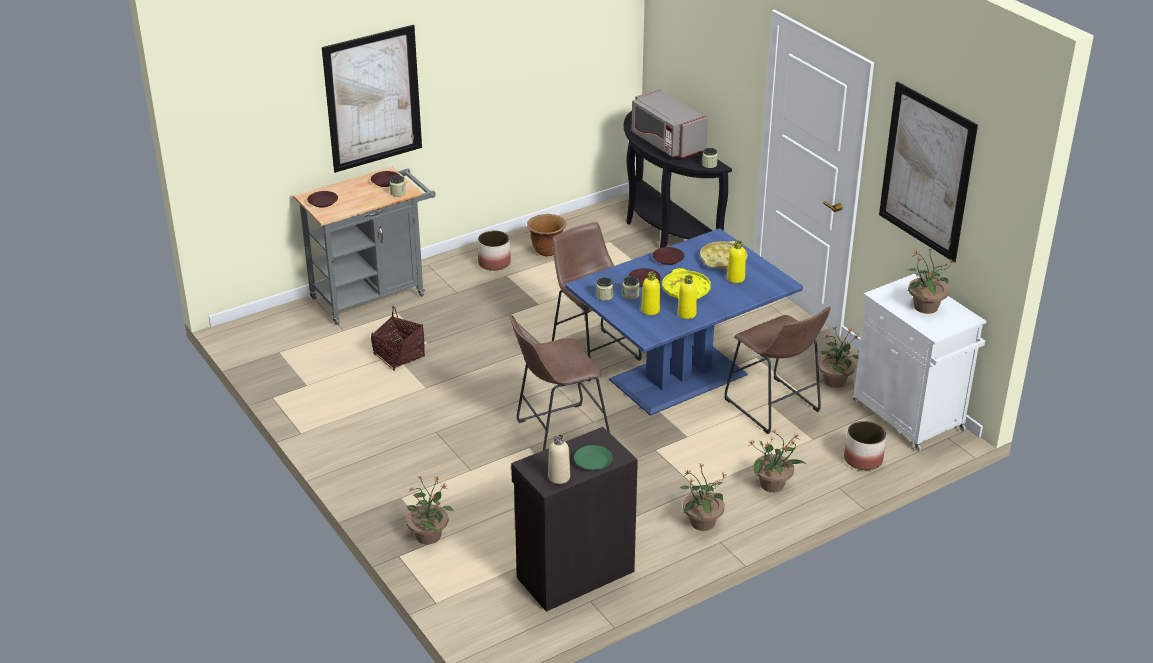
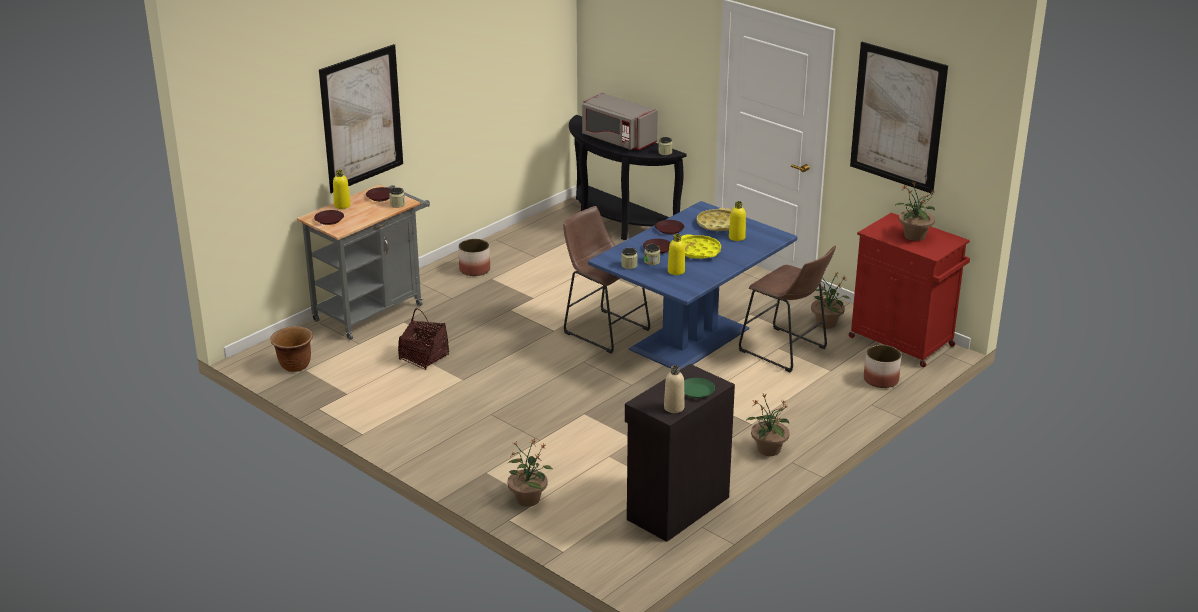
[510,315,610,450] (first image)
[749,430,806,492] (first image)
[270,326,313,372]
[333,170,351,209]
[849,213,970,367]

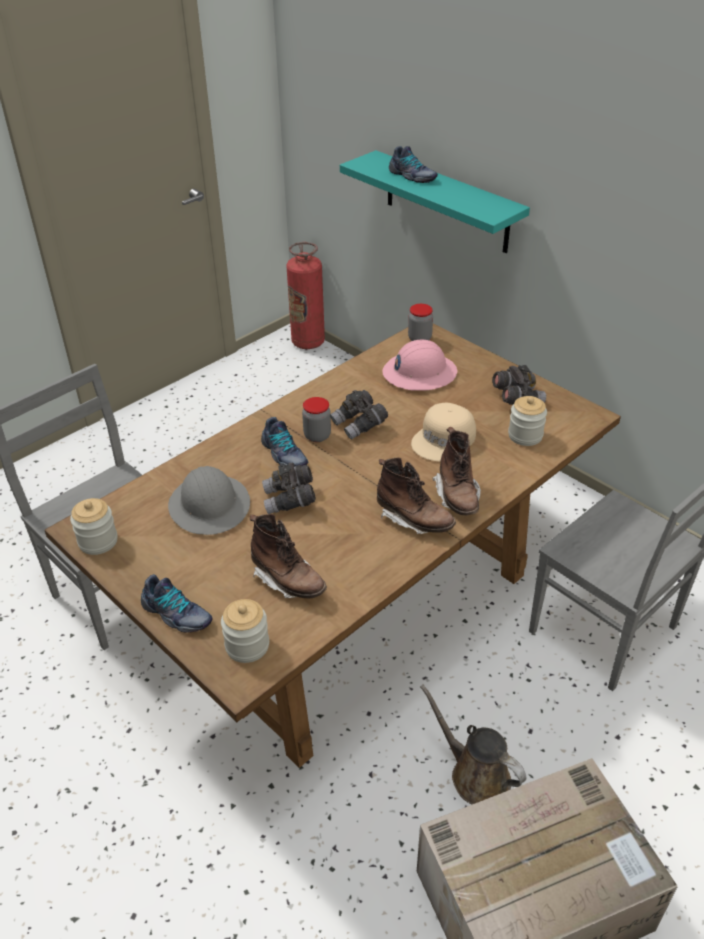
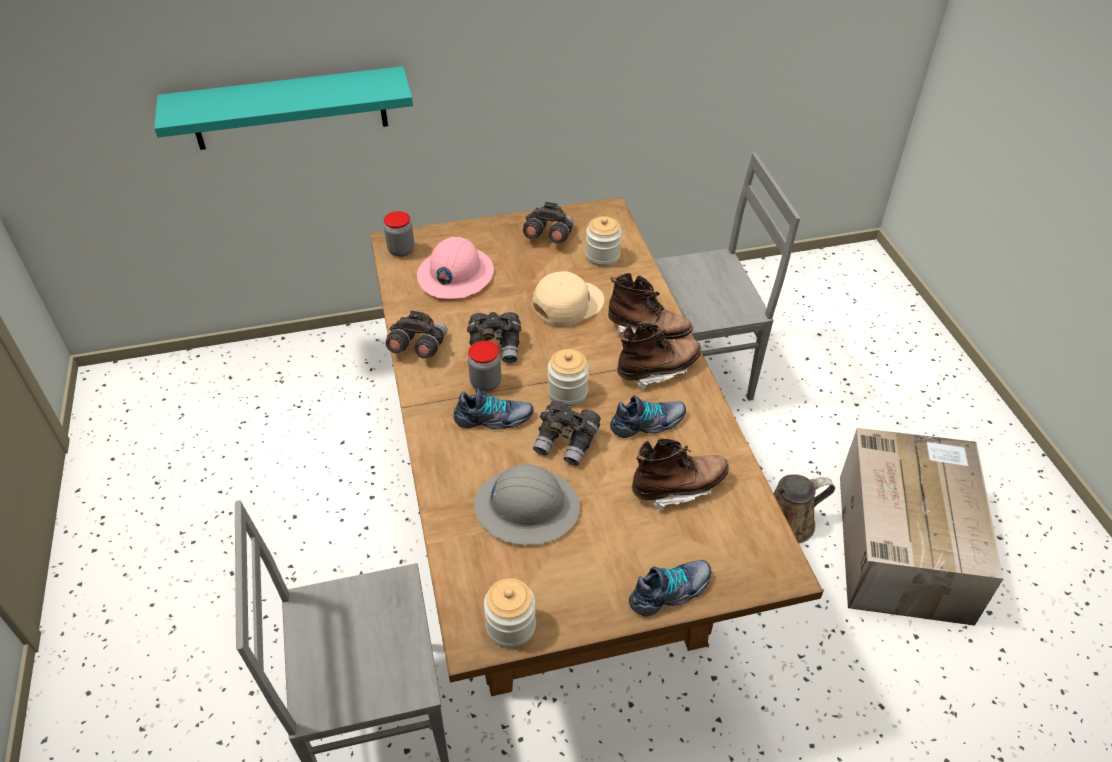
[286,242,325,349] (first image)
[386,311,447,359]
[548,349,589,406]
[610,396,686,438]
[532,271,605,327]

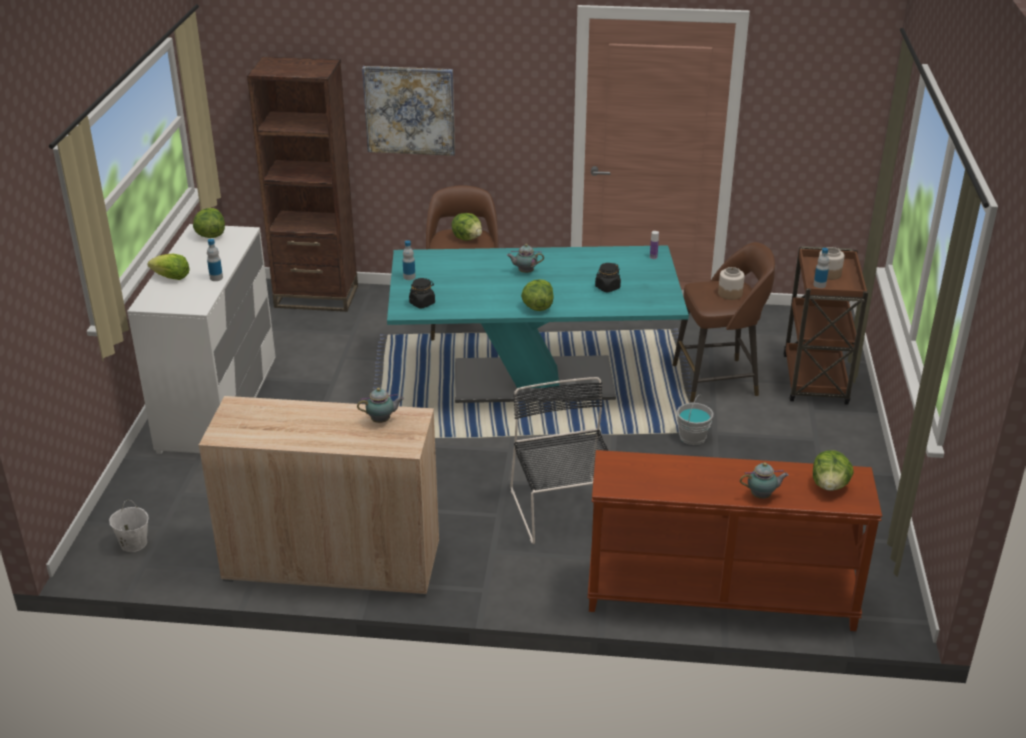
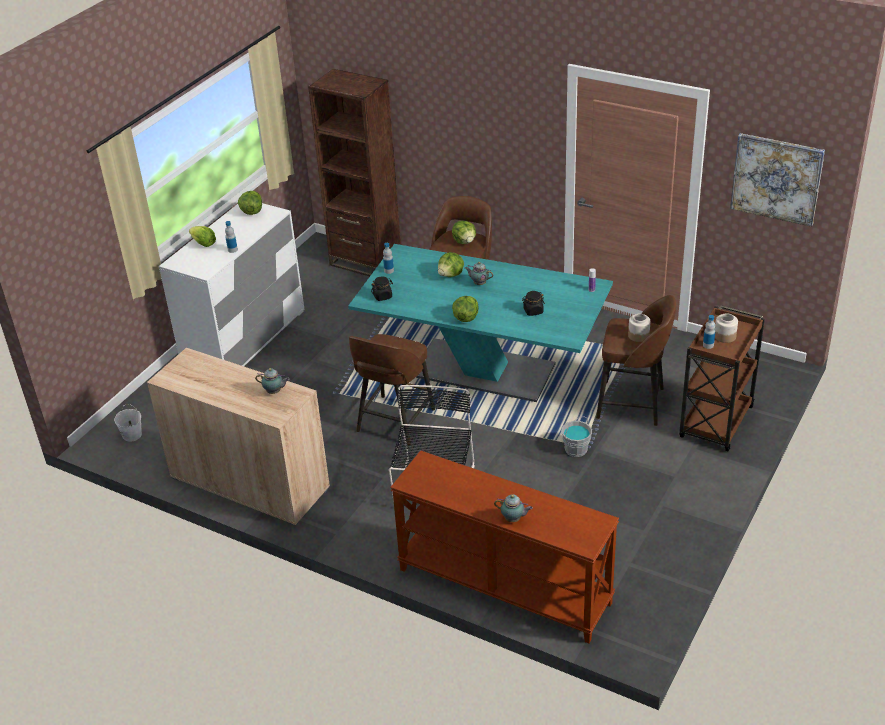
[349,334,435,445]
[730,133,825,227]
[438,252,464,277]

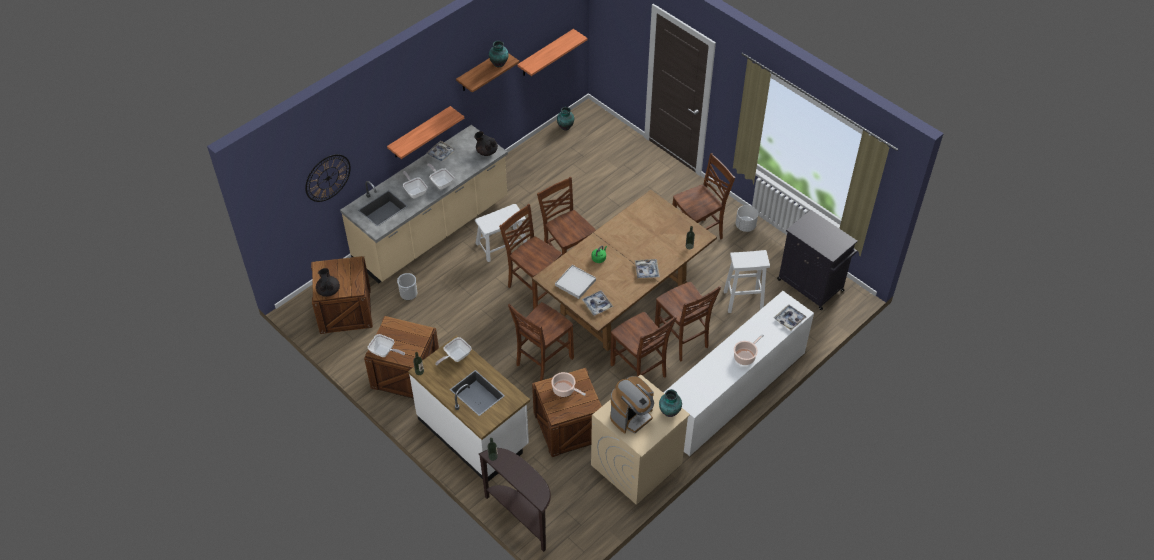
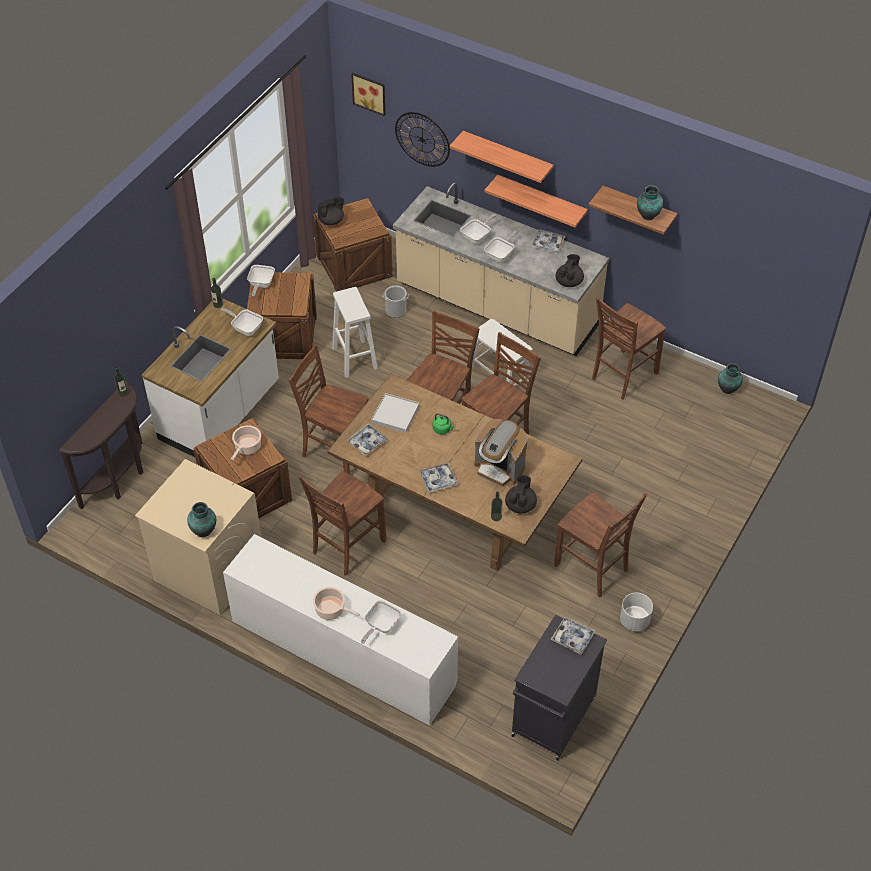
[351,73,385,116]
[361,600,401,644]
[505,475,537,514]
[450,131,554,183]
[474,419,527,487]
[592,297,666,399]
[332,287,378,378]
[550,617,596,655]

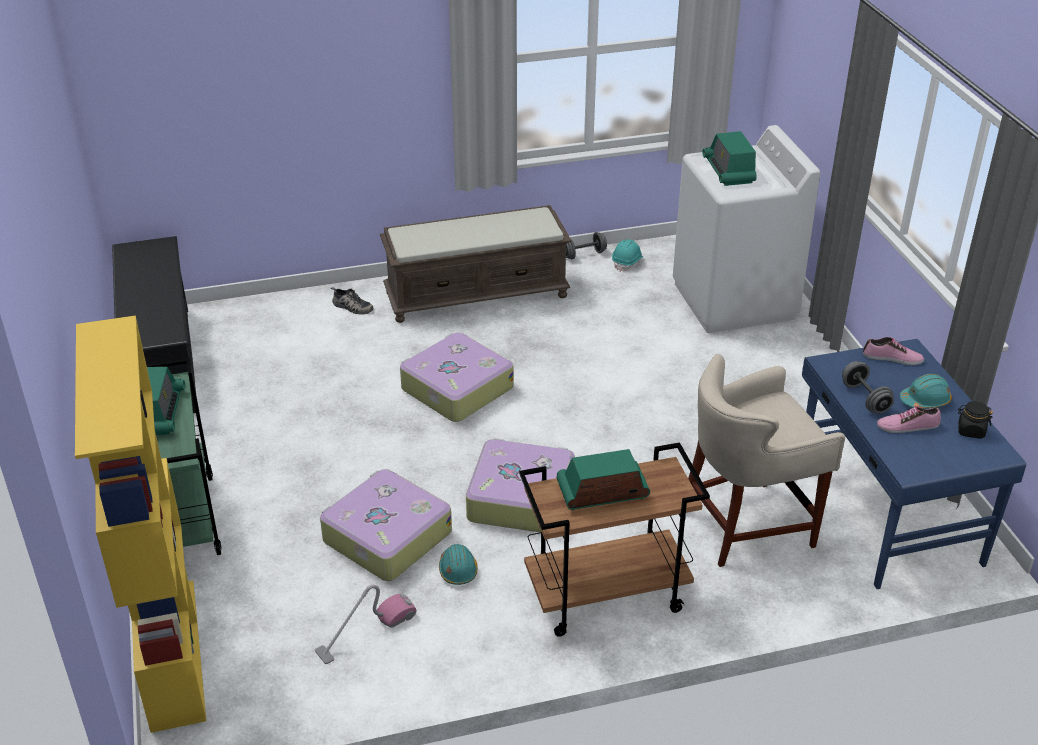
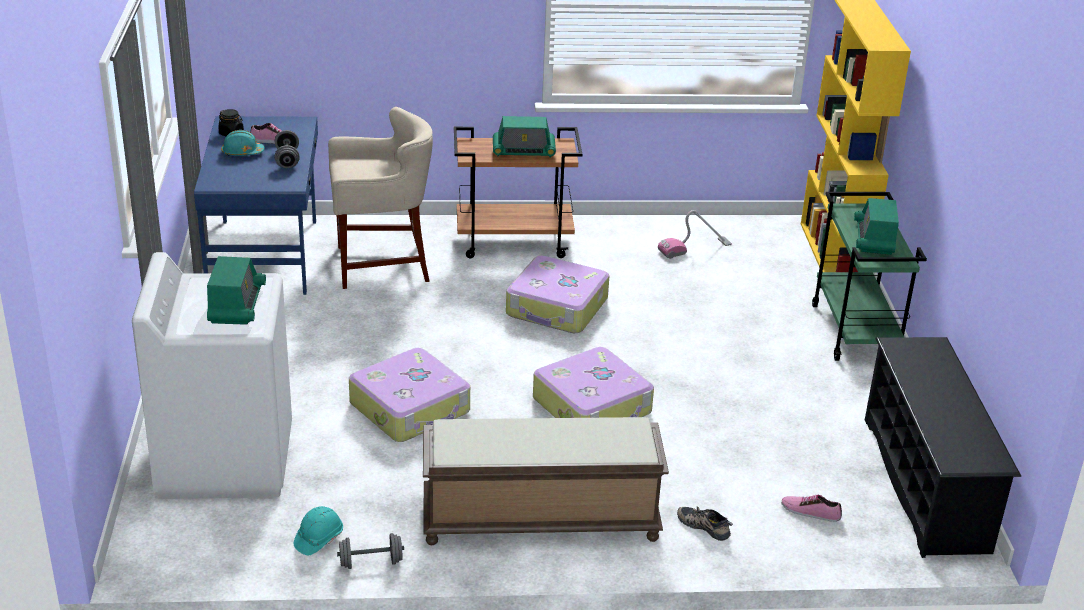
[439,544,478,585] (first image)
[349,348,470,442]
[782,495,842,522]

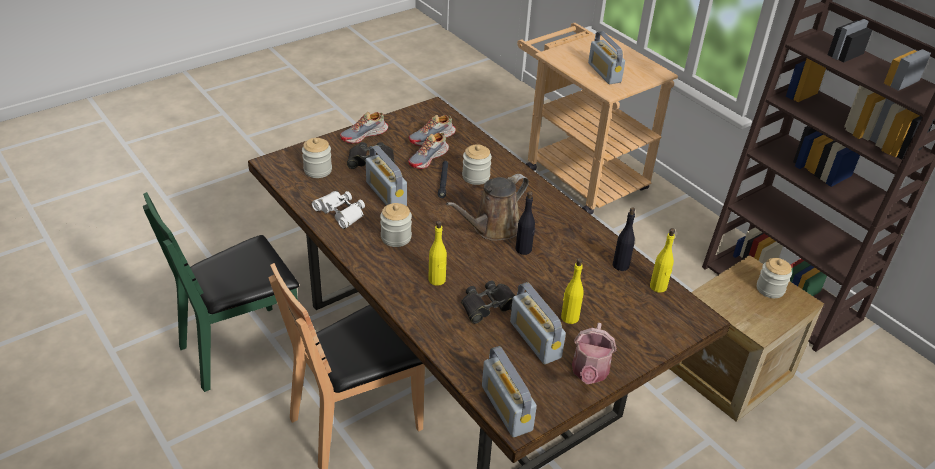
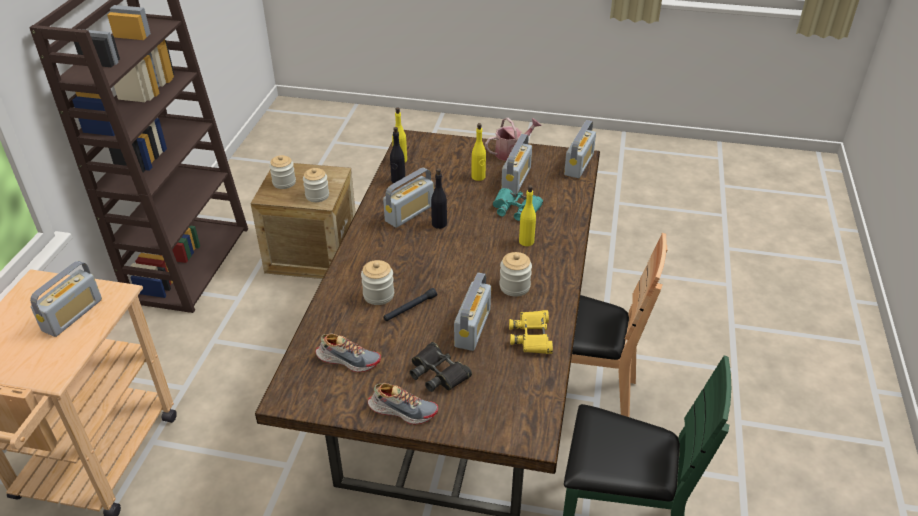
[408,133,449,169] (first image)
[446,174,529,241] (first image)
[383,168,434,228]
[303,168,329,202]
[509,310,553,354]
[493,188,543,221]

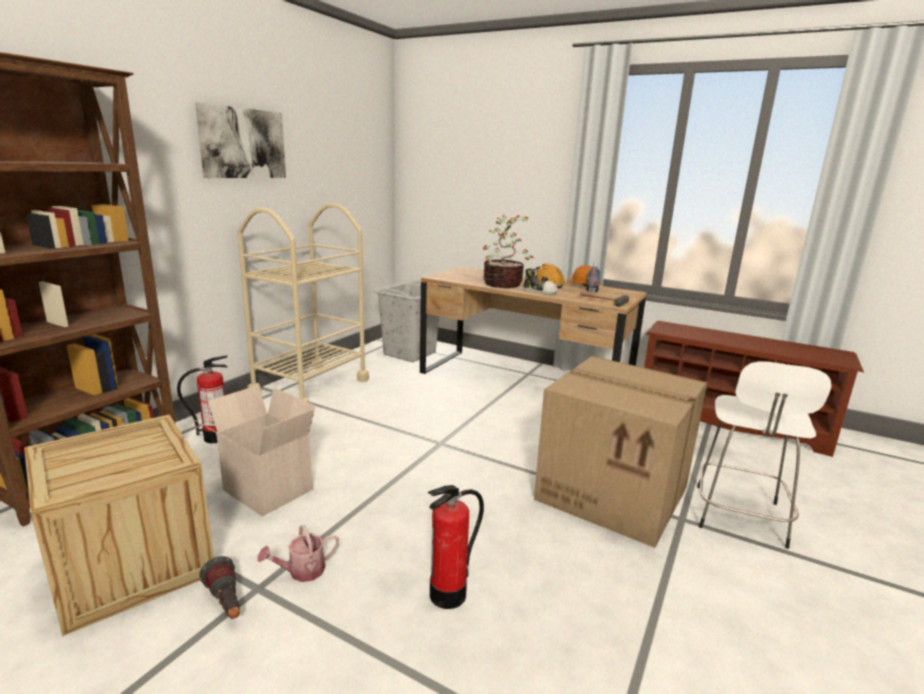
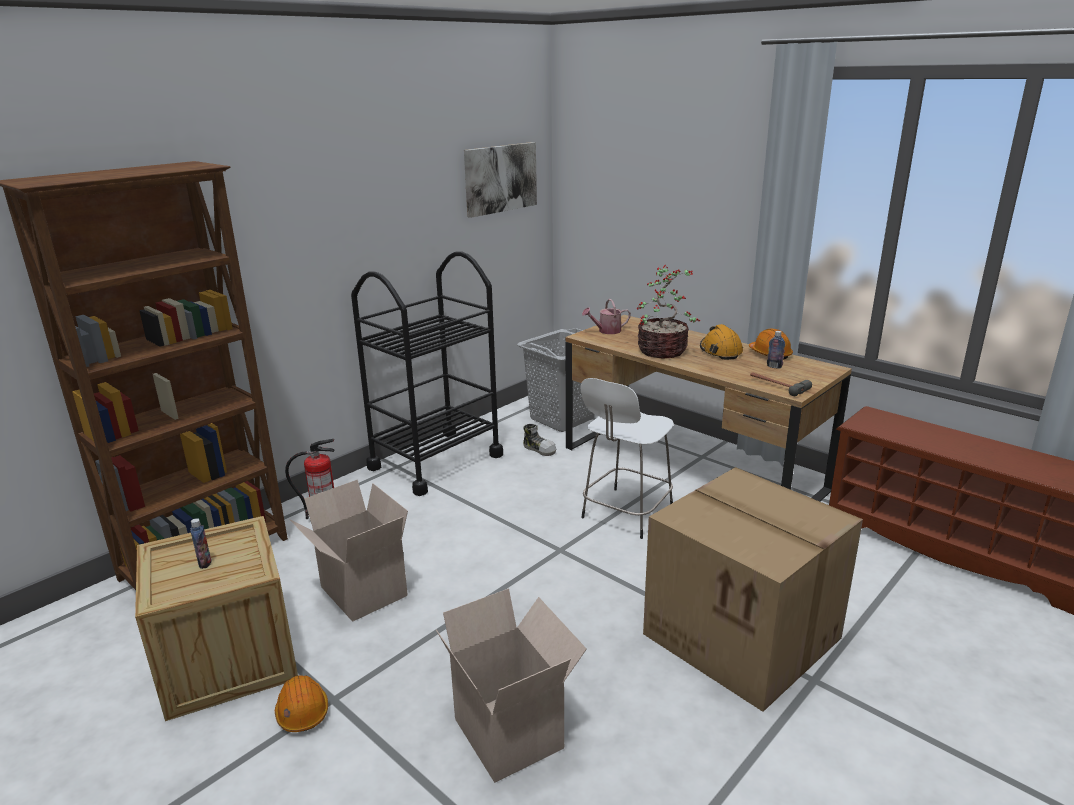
[190,518,211,569]
[464,142,537,218]
[582,299,631,334]
[523,424,556,456]
[581,378,674,539]
[275,675,328,732]
[436,588,587,783]
[351,251,503,496]

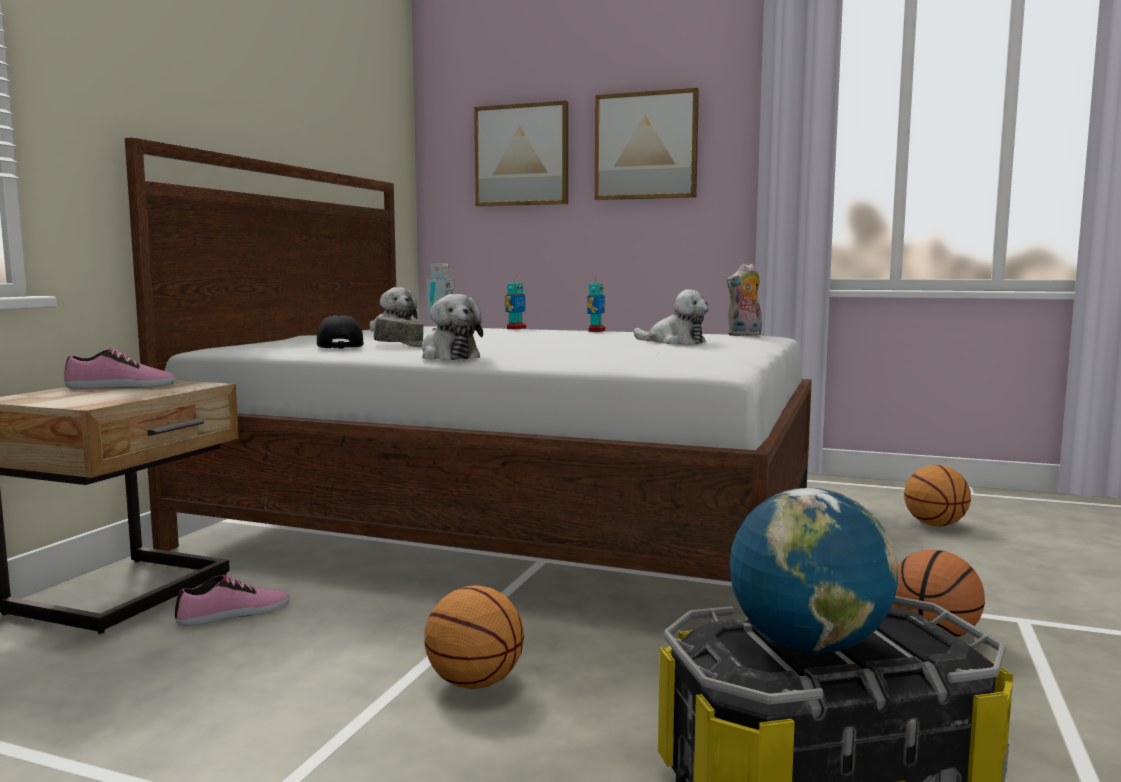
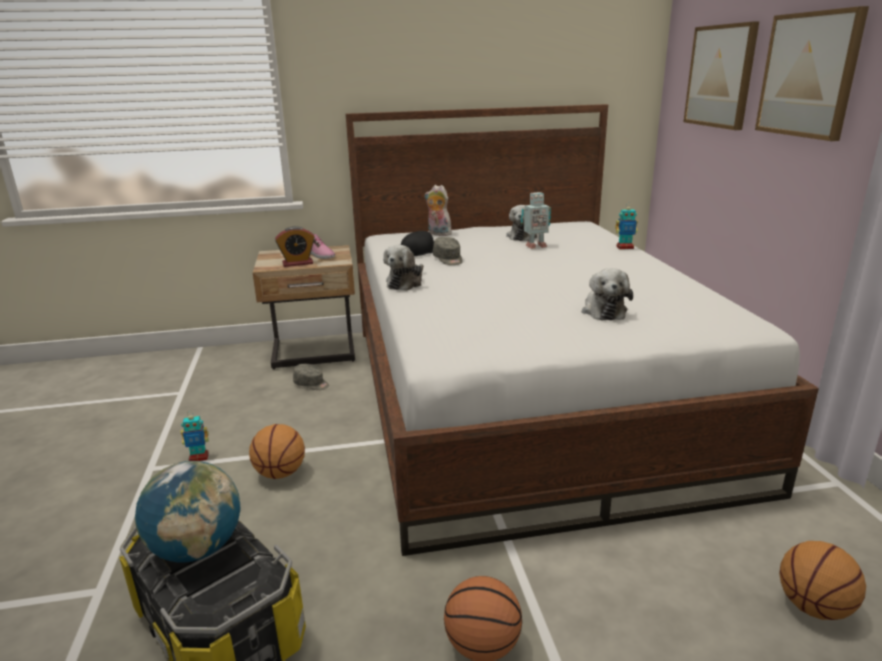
[275,226,315,267]
[181,411,209,461]
[425,185,452,236]
[293,364,329,390]

